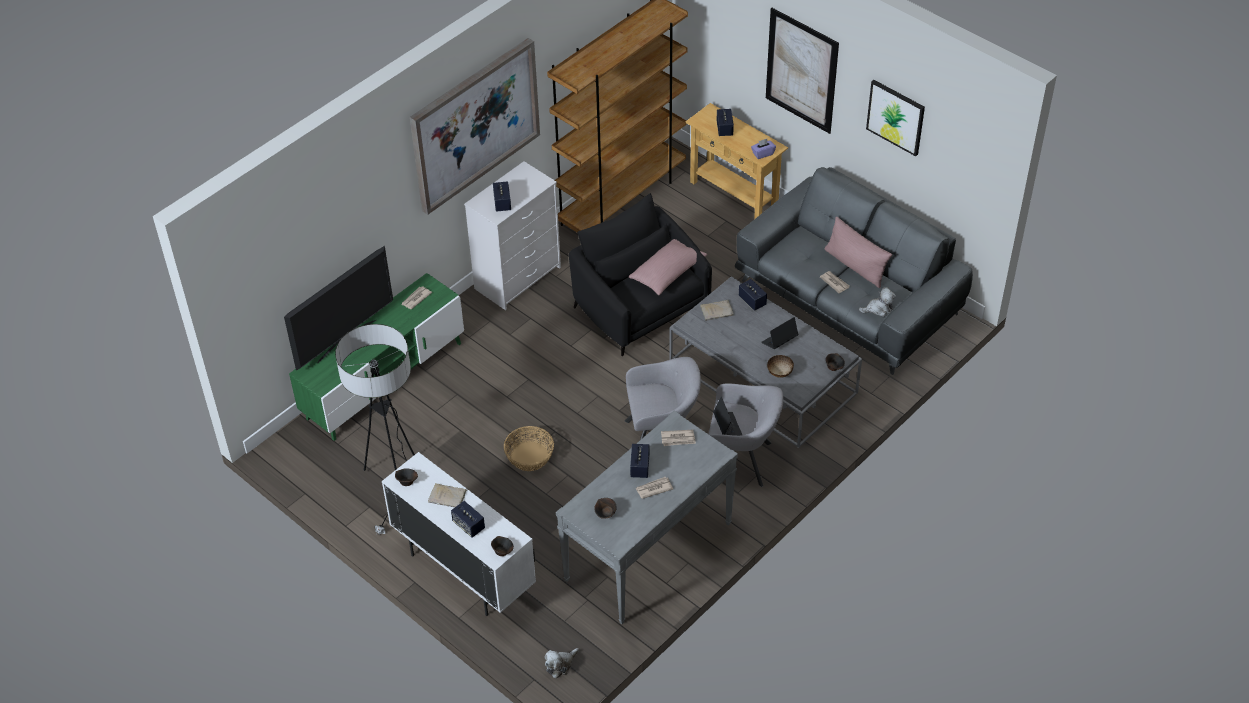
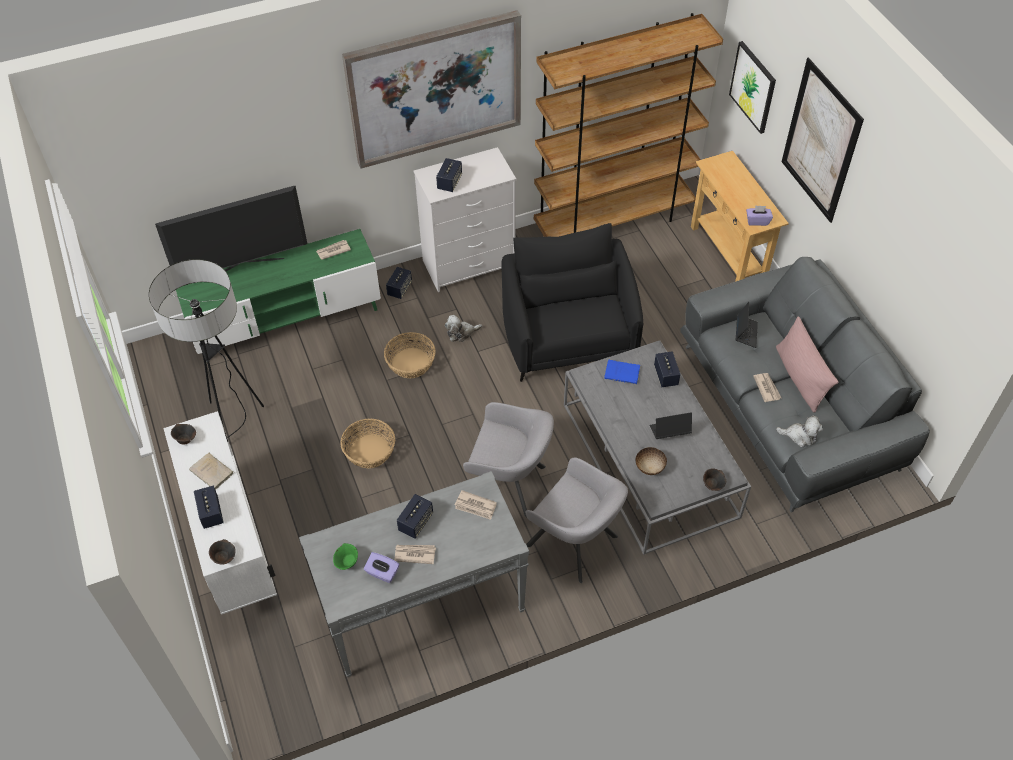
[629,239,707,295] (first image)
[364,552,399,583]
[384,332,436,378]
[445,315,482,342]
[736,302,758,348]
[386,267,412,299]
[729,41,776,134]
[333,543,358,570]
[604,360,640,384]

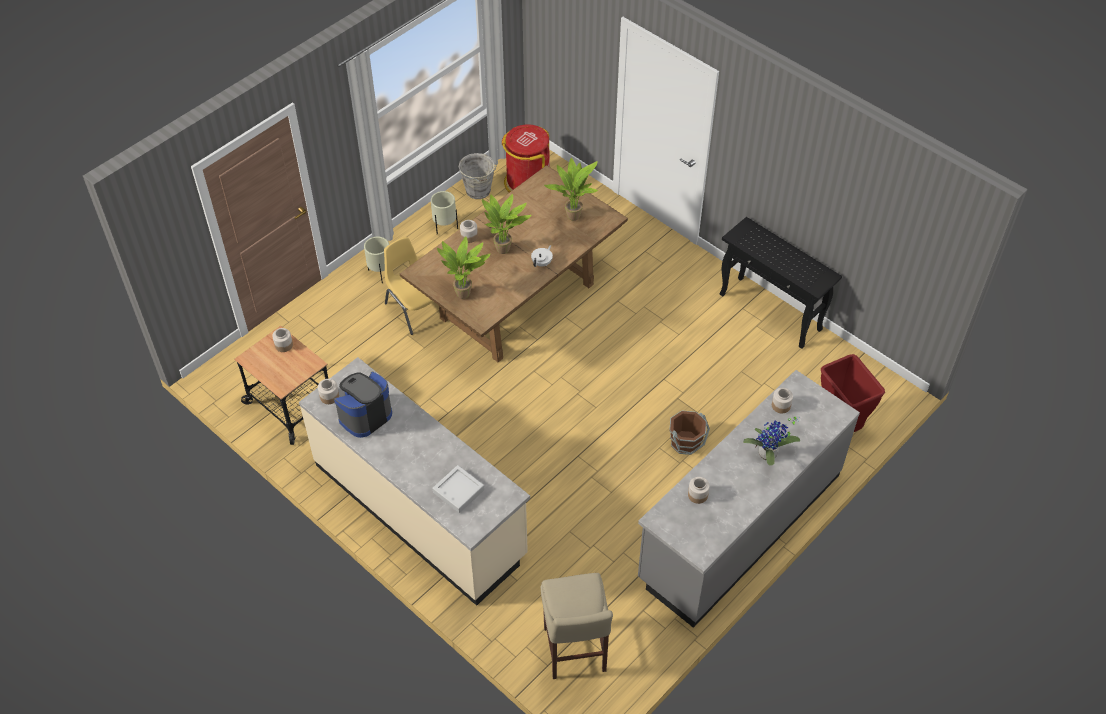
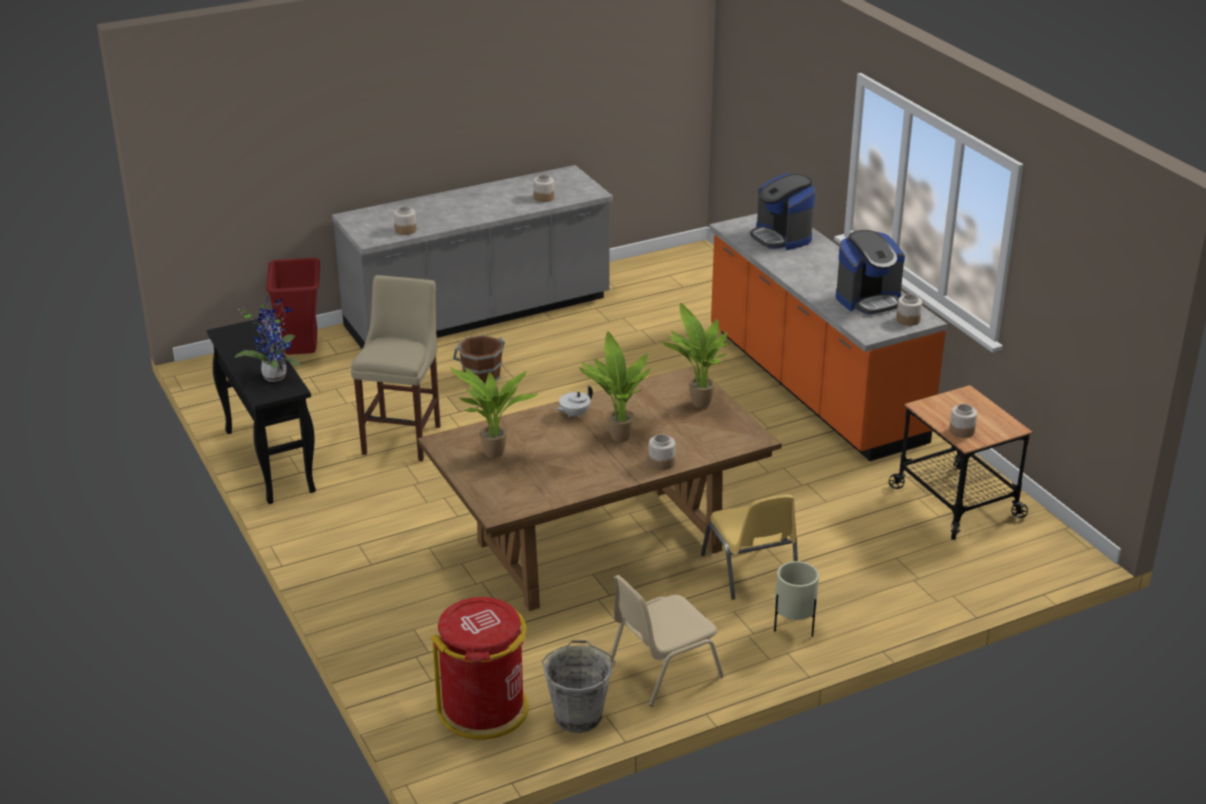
[351,275,441,461]
[234,296,300,382]
[609,575,724,706]
[750,174,816,250]
[709,213,947,461]

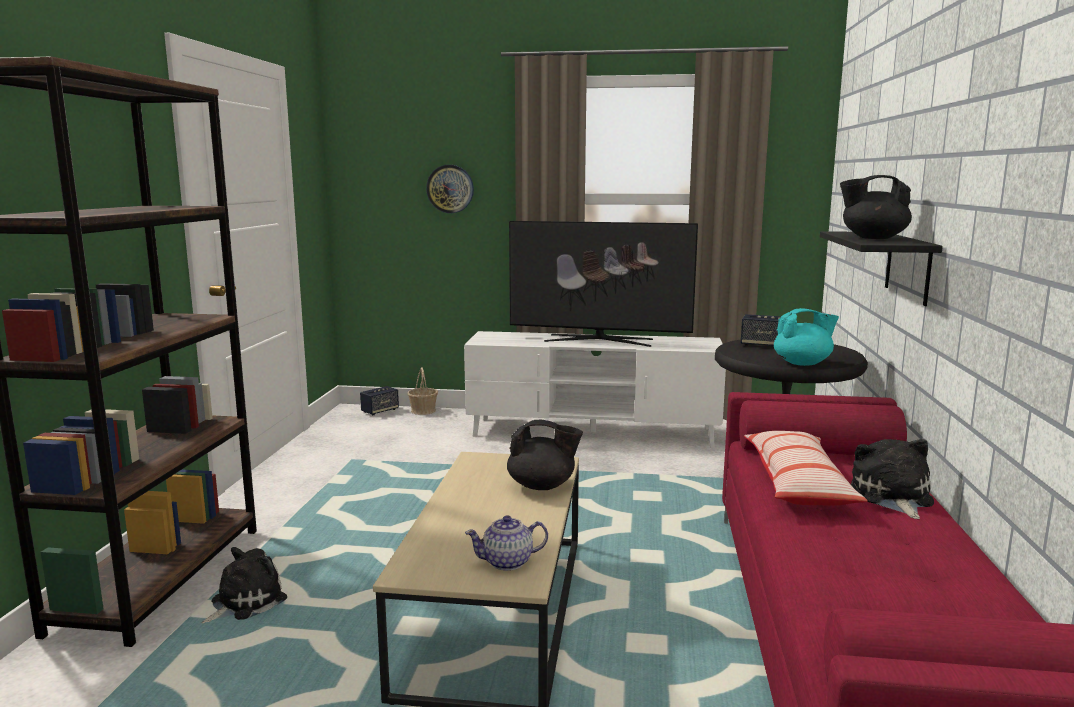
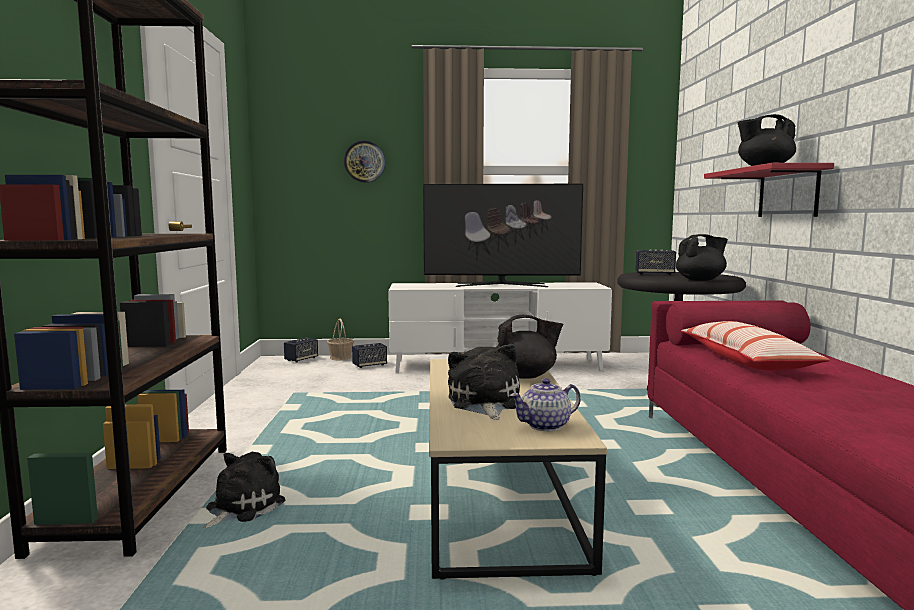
[352,343,387,368]
[448,344,520,420]
[676,234,728,281]
[704,163,834,217]

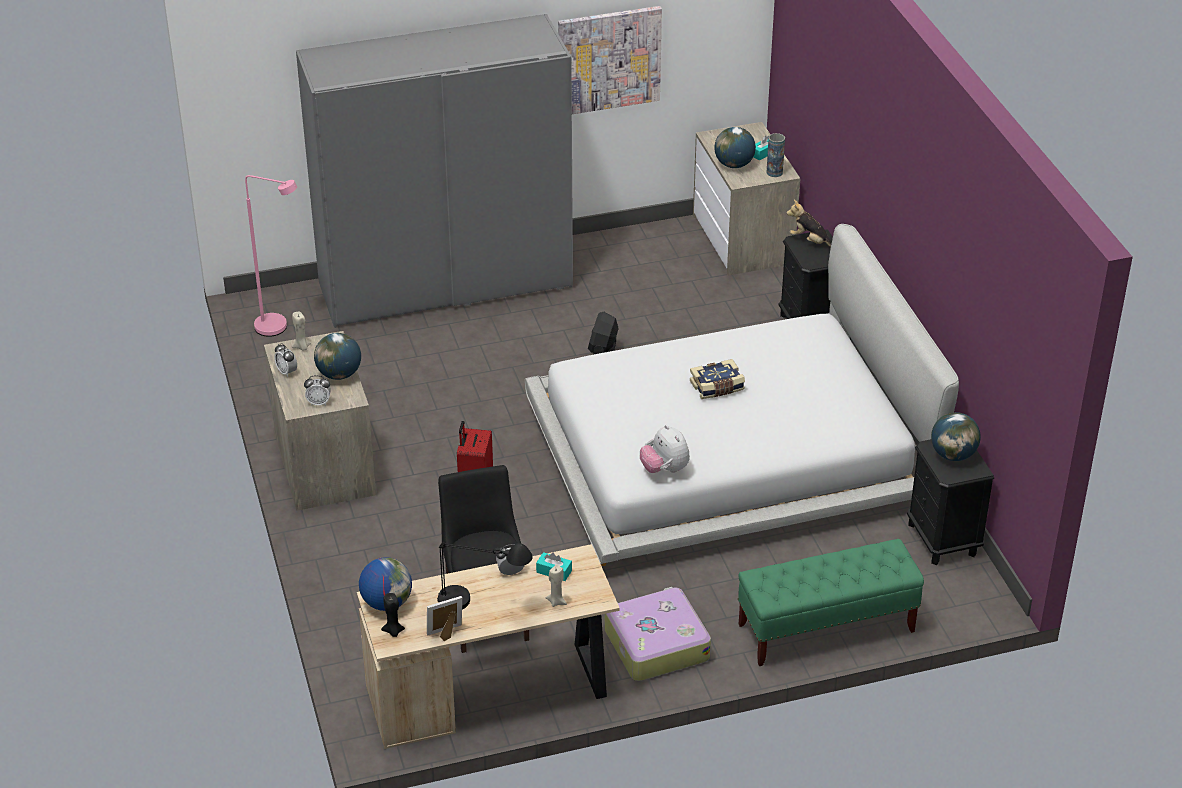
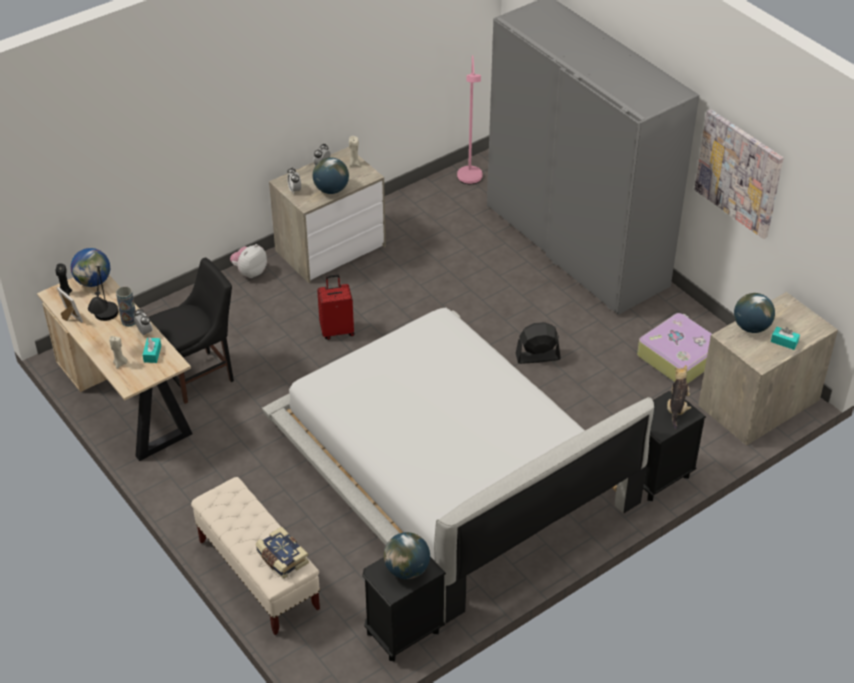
[637,313,712,384]
[230,244,267,278]
[256,526,309,578]
[116,286,136,327]
[191,477,320,635]

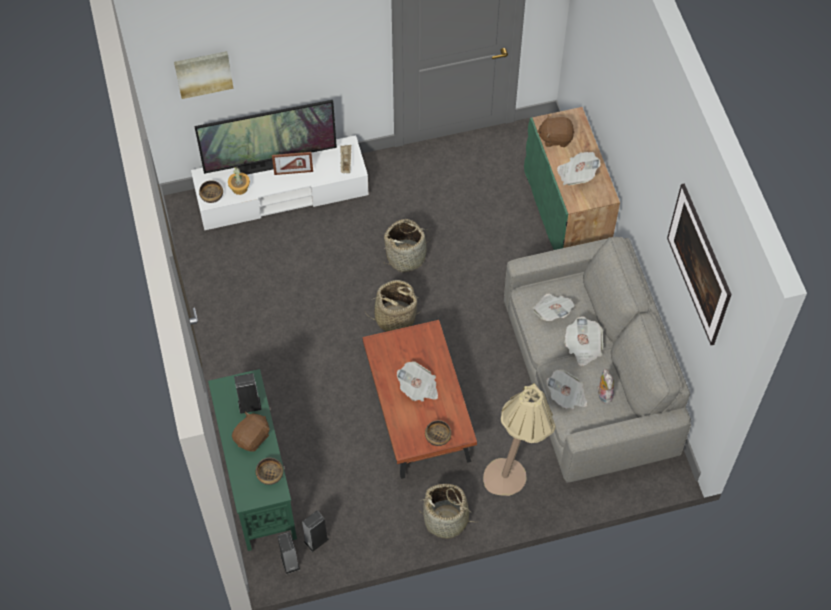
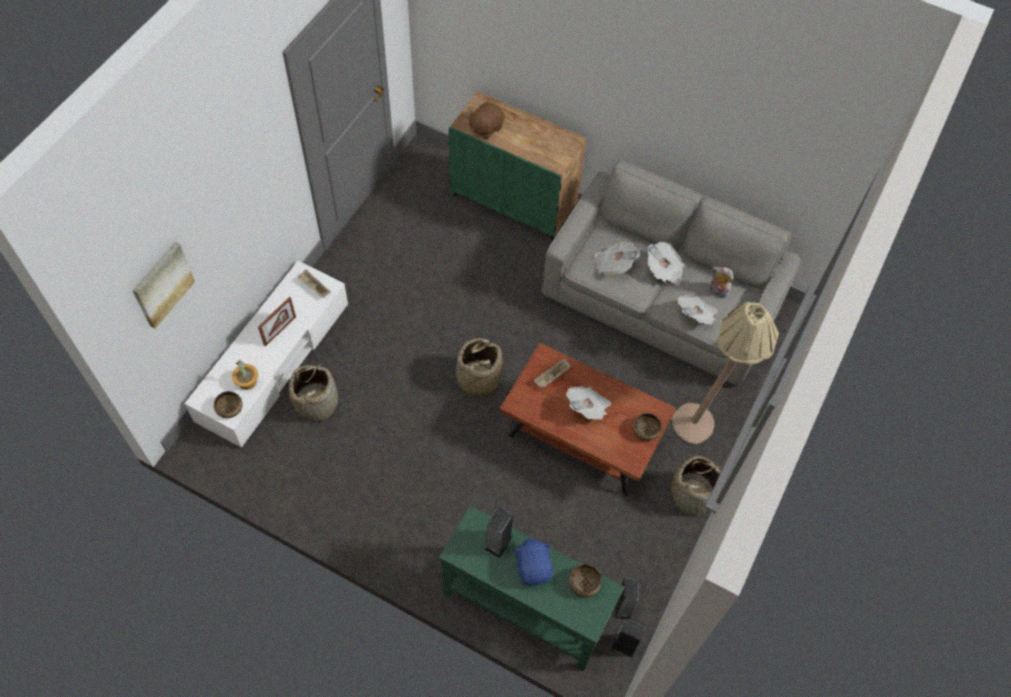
[194,100,337,175] (first image)
[557,152,601,185] (first image)
[667,183,732,345] (first image)
[533,359,571,388]
[289,363,338,424]
[514,538,553,586]

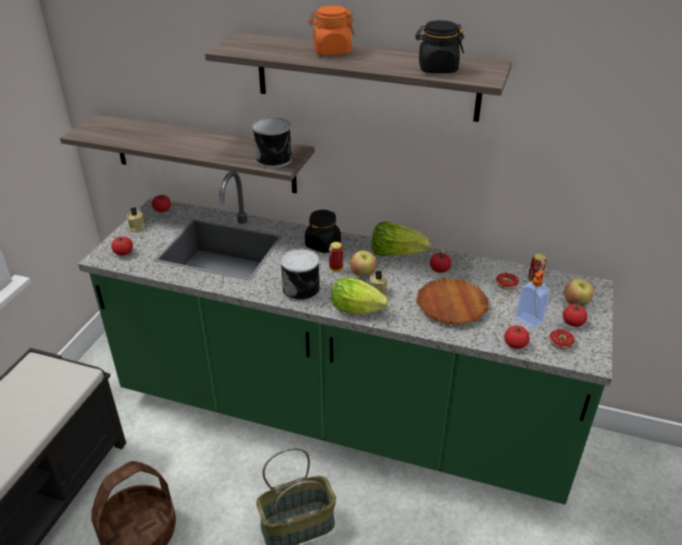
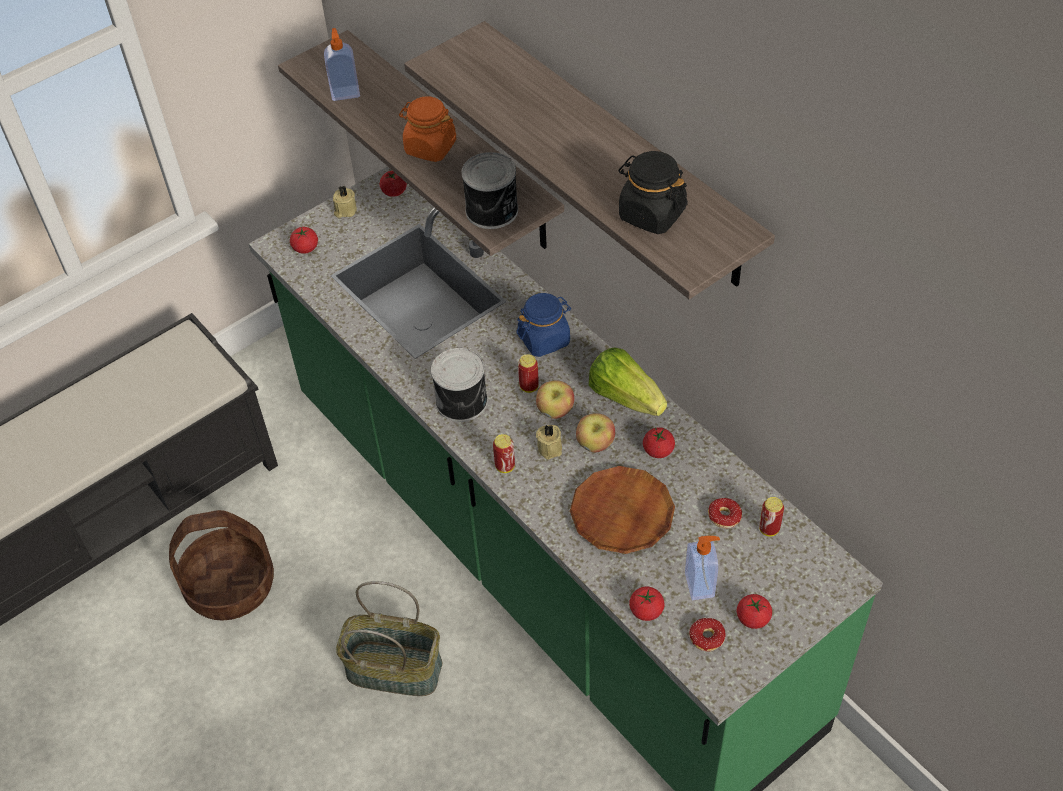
[324,28,360,101]
[399,97,456,162]
[576,413,615,452]
[493,434,515,473]
[516,293,571,357]

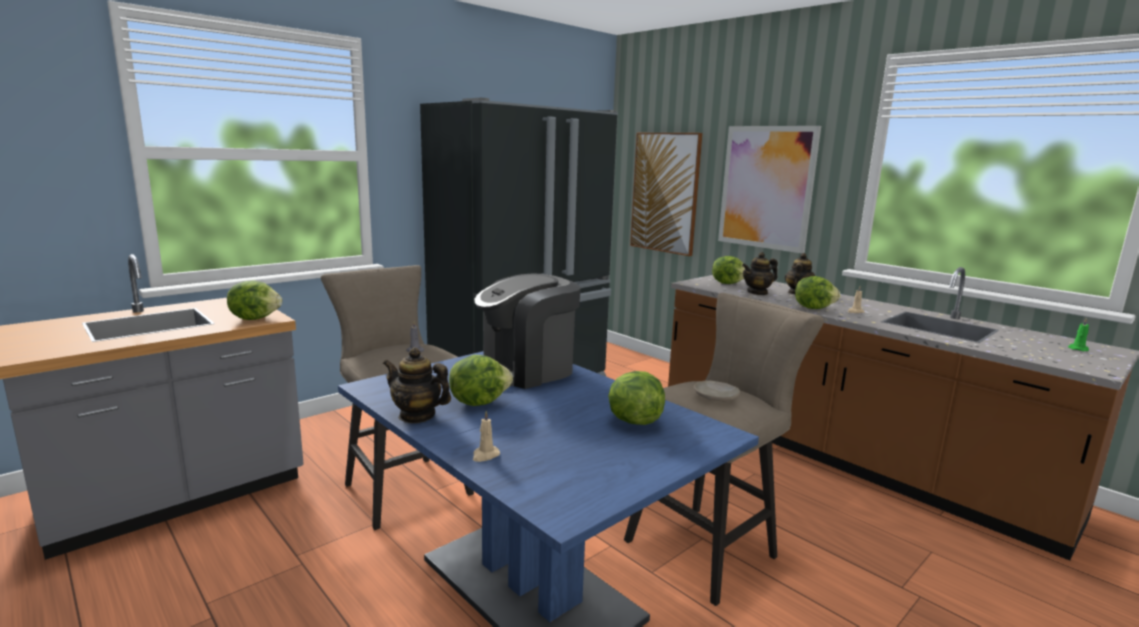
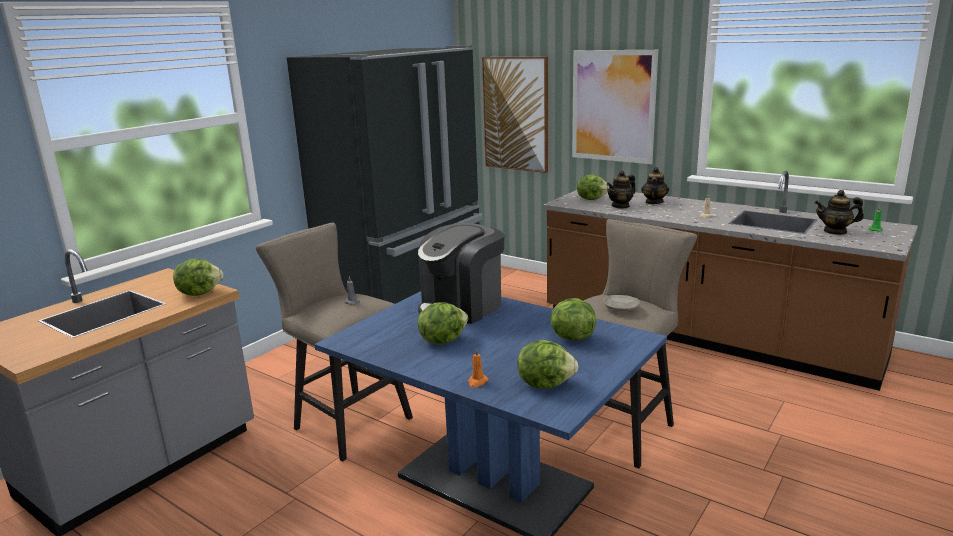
[814,190,864,235]
[517,340,578,389]
[468,348,488,388]

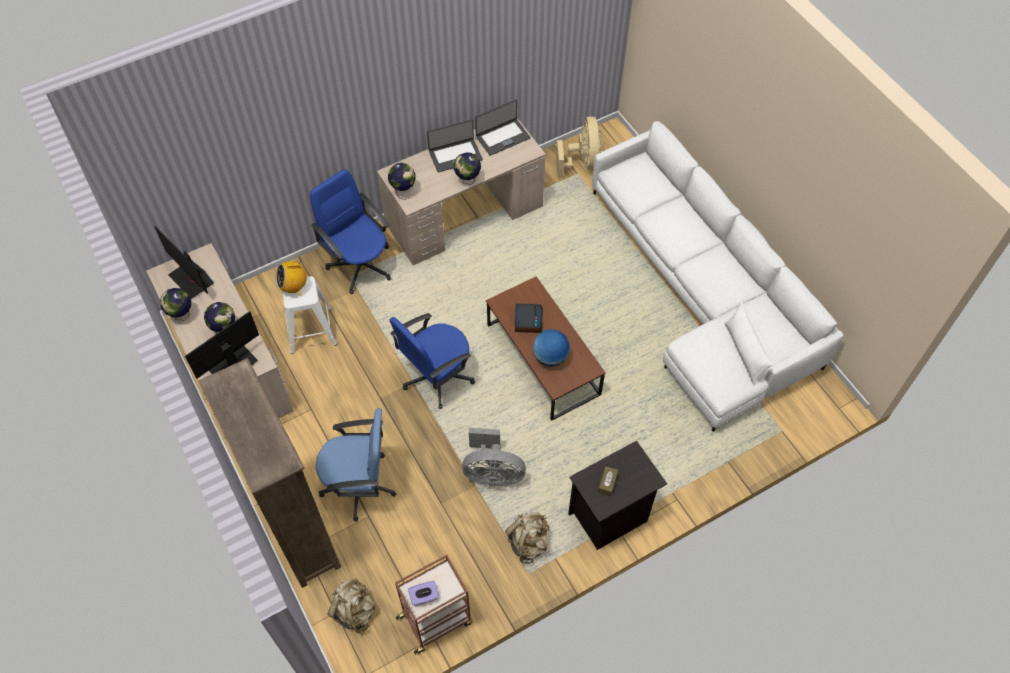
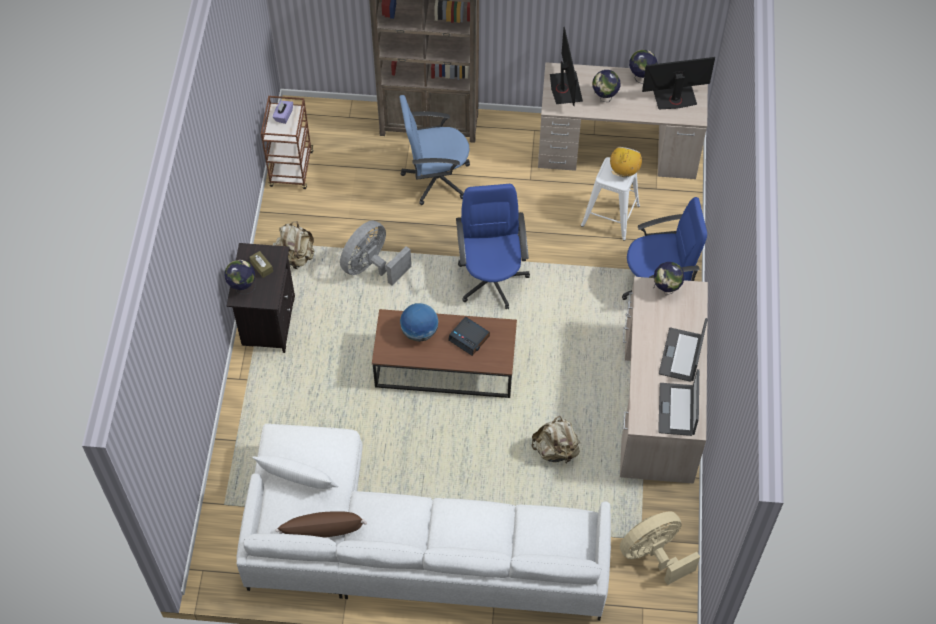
[275,511,367,538]
[531,416,580,463]
[224,260,256,294]
[399,95,470,205]
[620,511,700,585]

